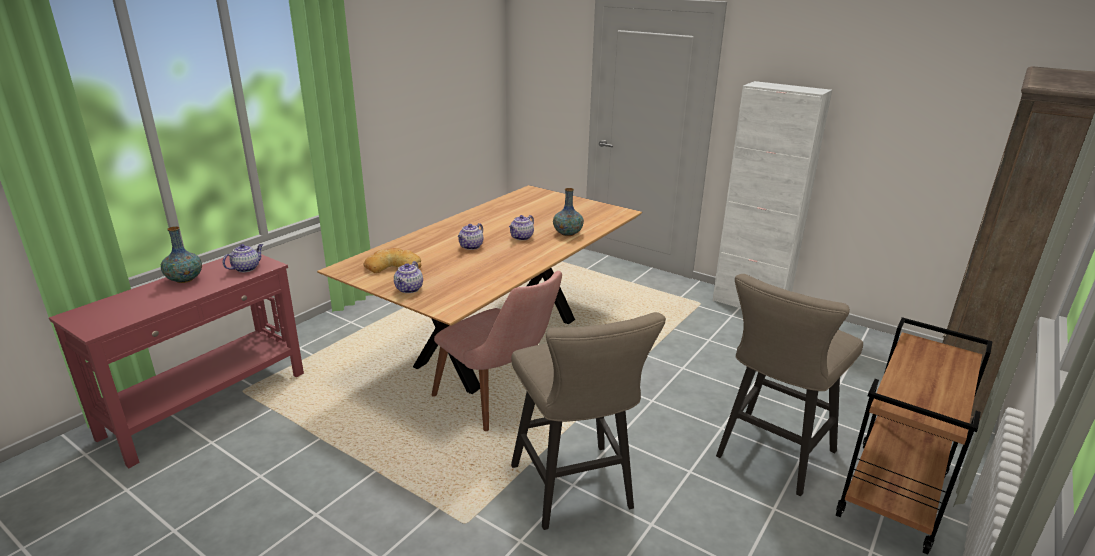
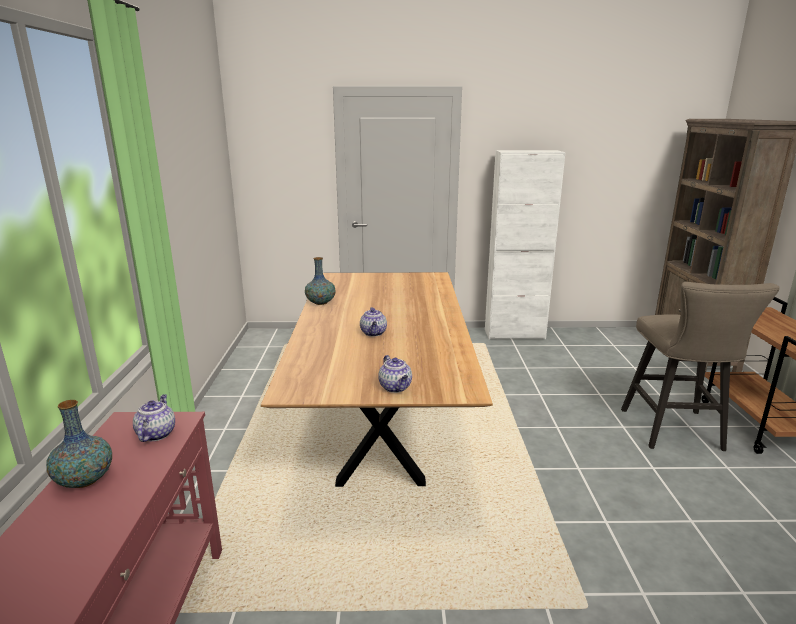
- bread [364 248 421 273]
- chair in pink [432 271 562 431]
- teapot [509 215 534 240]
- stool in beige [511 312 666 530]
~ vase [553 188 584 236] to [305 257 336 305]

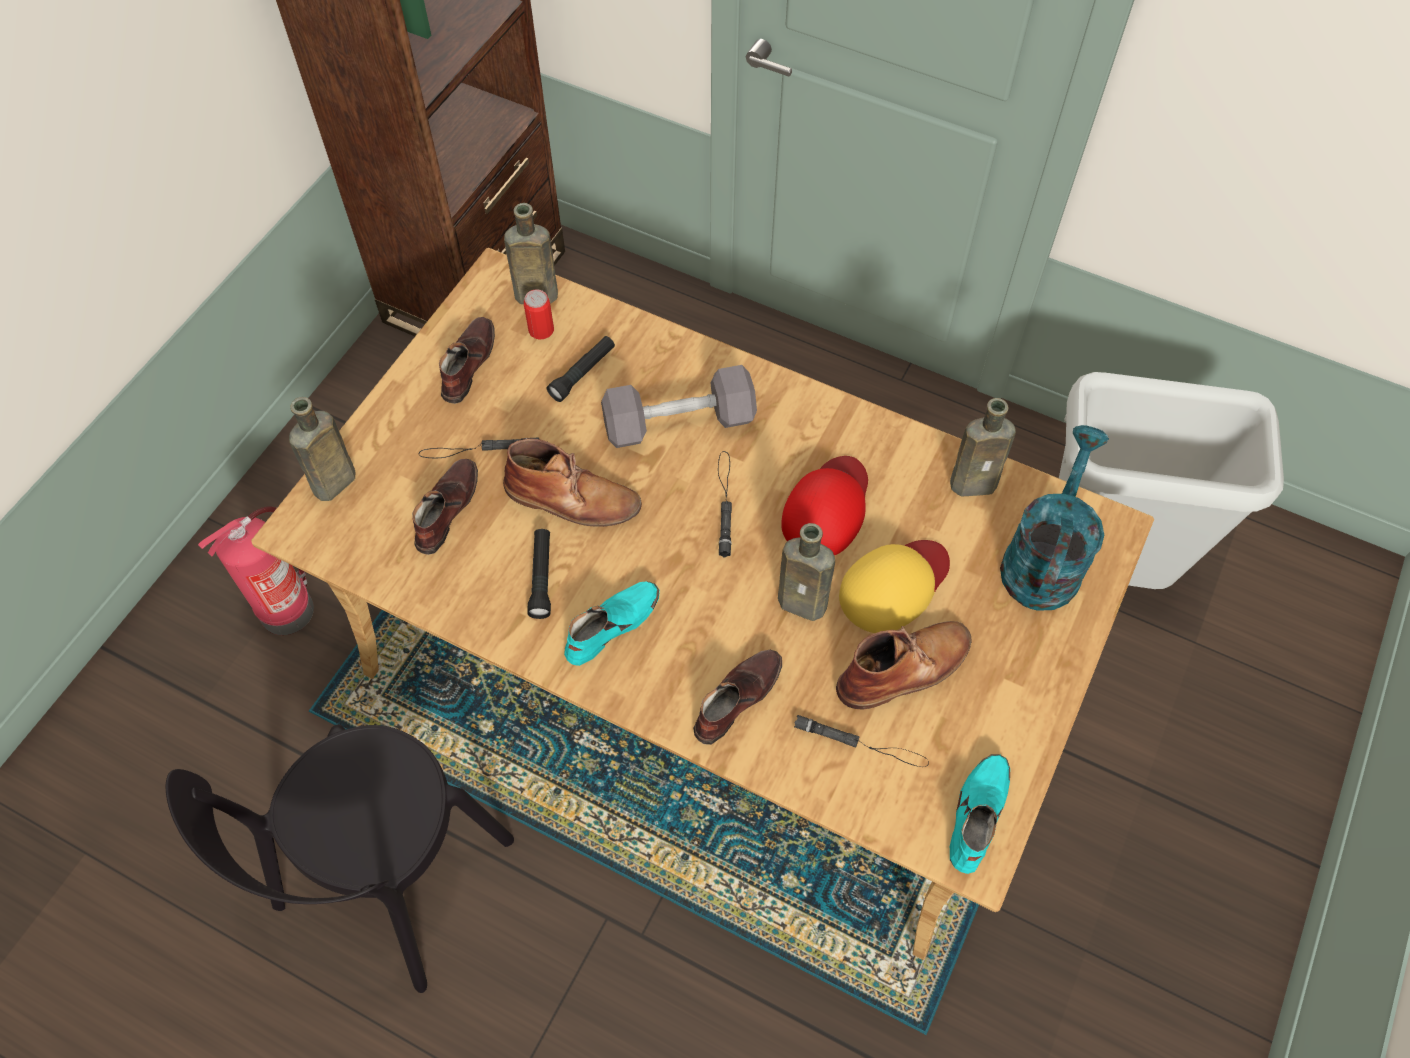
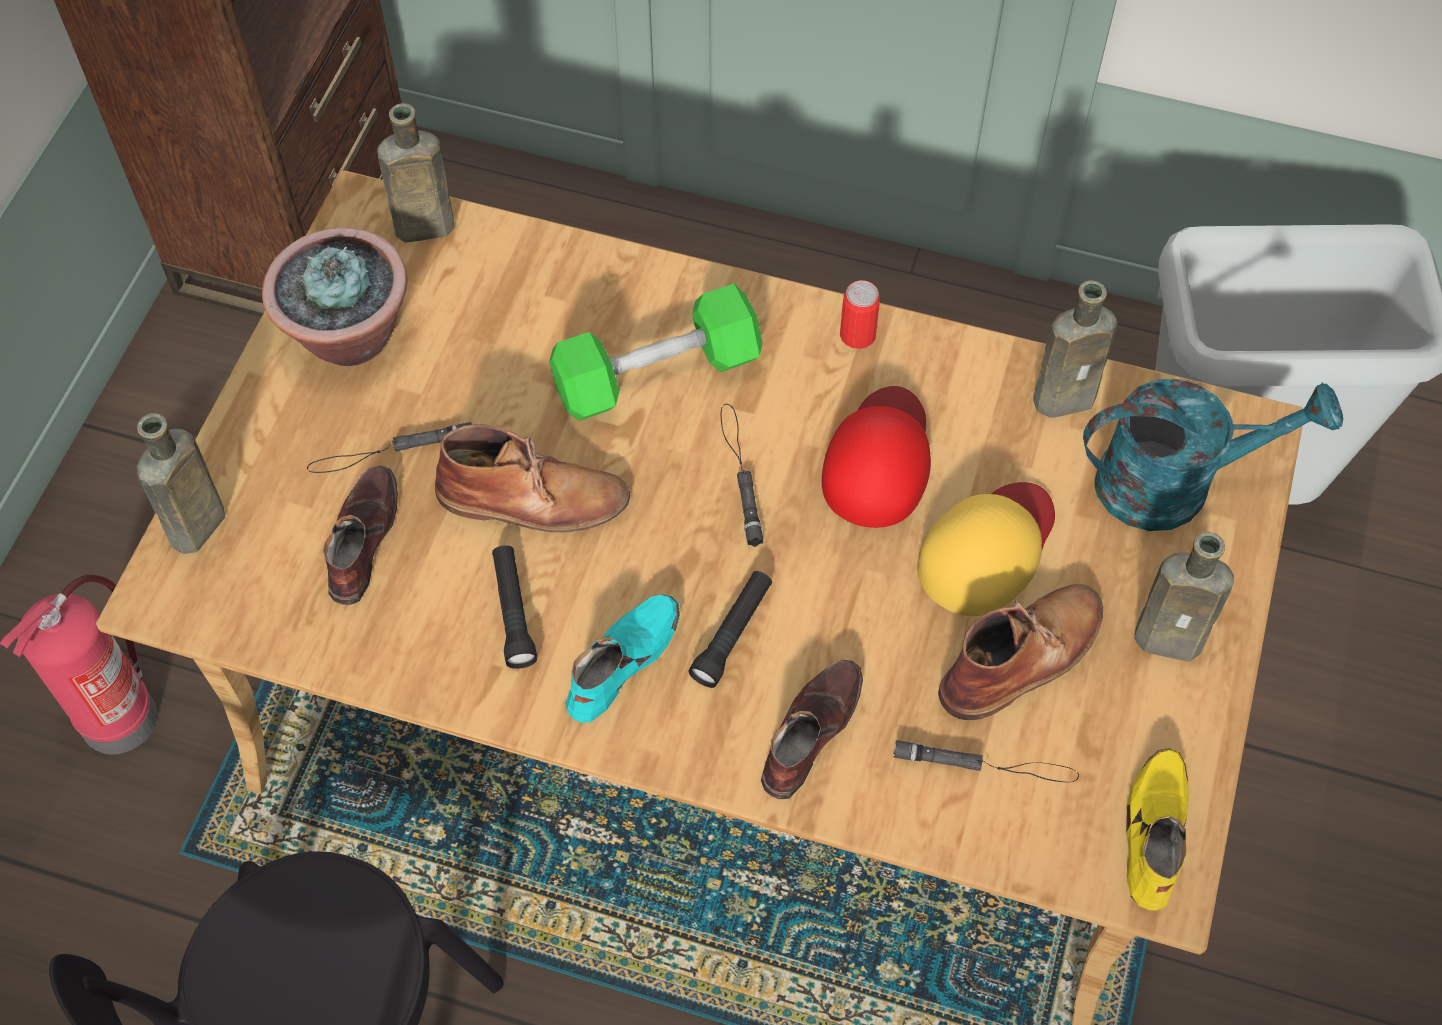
~ shoe in brown [439 317 495 404] to potted plant [262 227 408 366]
~ can [524 289 554 339] to [840 280 880 349]
~ flashlight in black [547 336 615 402] to [688 571 772 688]
~ dumbbell in grey [601 365 757 448] to dumbbell in green [549 284 763 421]
~ bottle in brown [778 523 835 621] to [1134 532 1234 661]
~ shoe in turquoise [950 754 1010 874] to shoe in yellow [1126 748 1189 911]
~ watering can in turquoise [1000 425 1109 611] = [1083 379 1343 531] 75 degrees clockwise

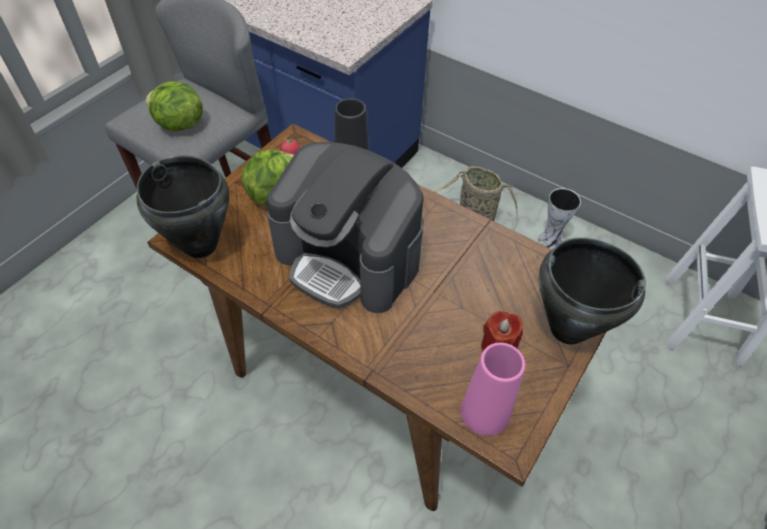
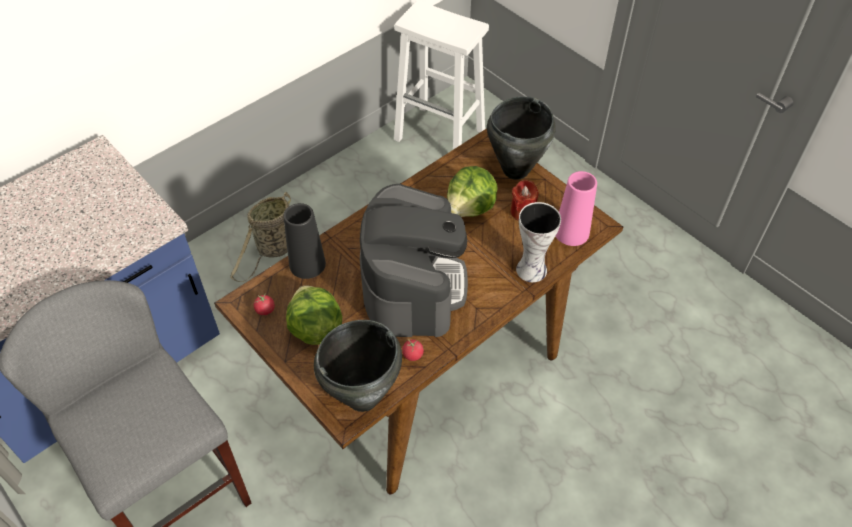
~ lettuce [146 81 203 131] to [447 166 498 217]
~ coffee machine [266 142 423 313] = [360 184 468 337] 45 degrees counterclockwise
~ vase [539 188 581 249] to [516 202 561 282]
+ tomato [402 339 424 361]

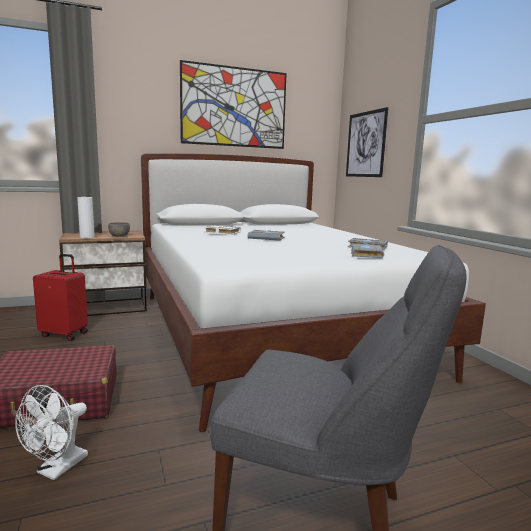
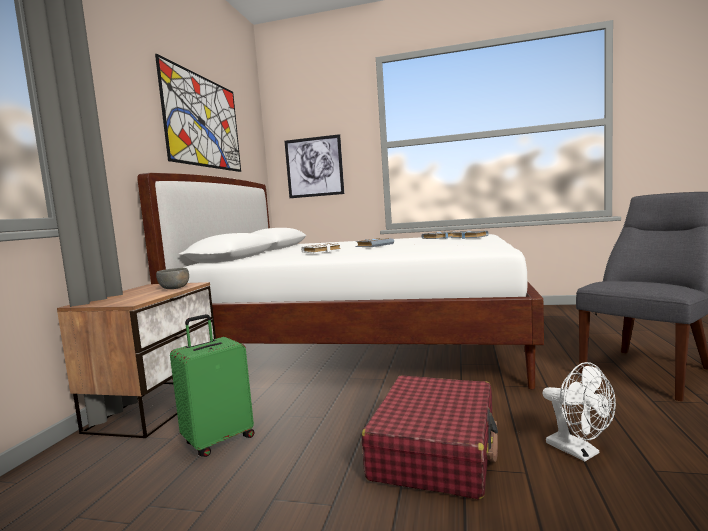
~ suitcase in red [33 254 88 341] to suitcase in green [170 314 255 457]
- vase in white [77 197 95 238]

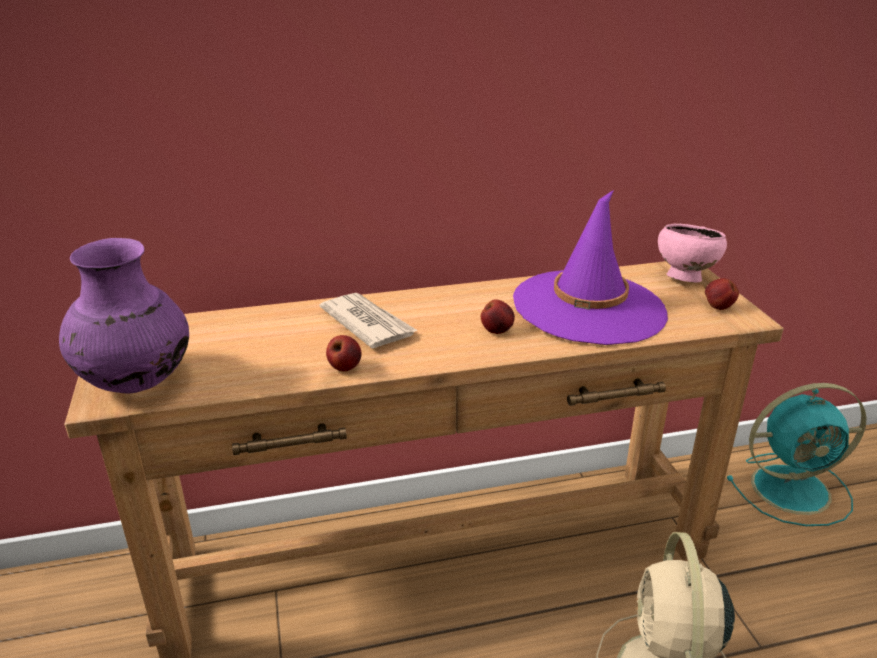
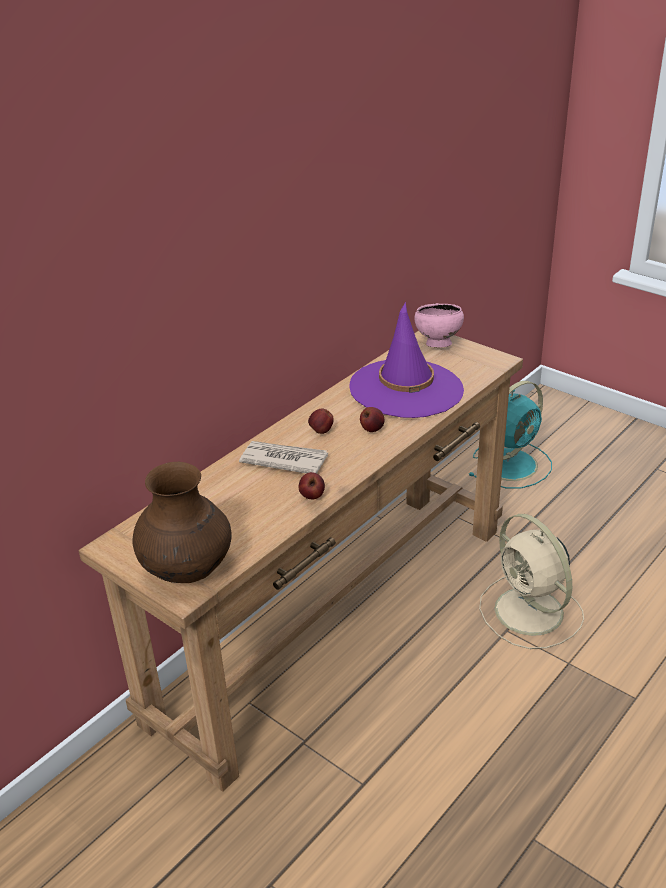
~ vase in purple [59 238 189 394] to vase in brown [132 462 232 583]
~ apple [705 278 739 310] to [308 409 334 434]

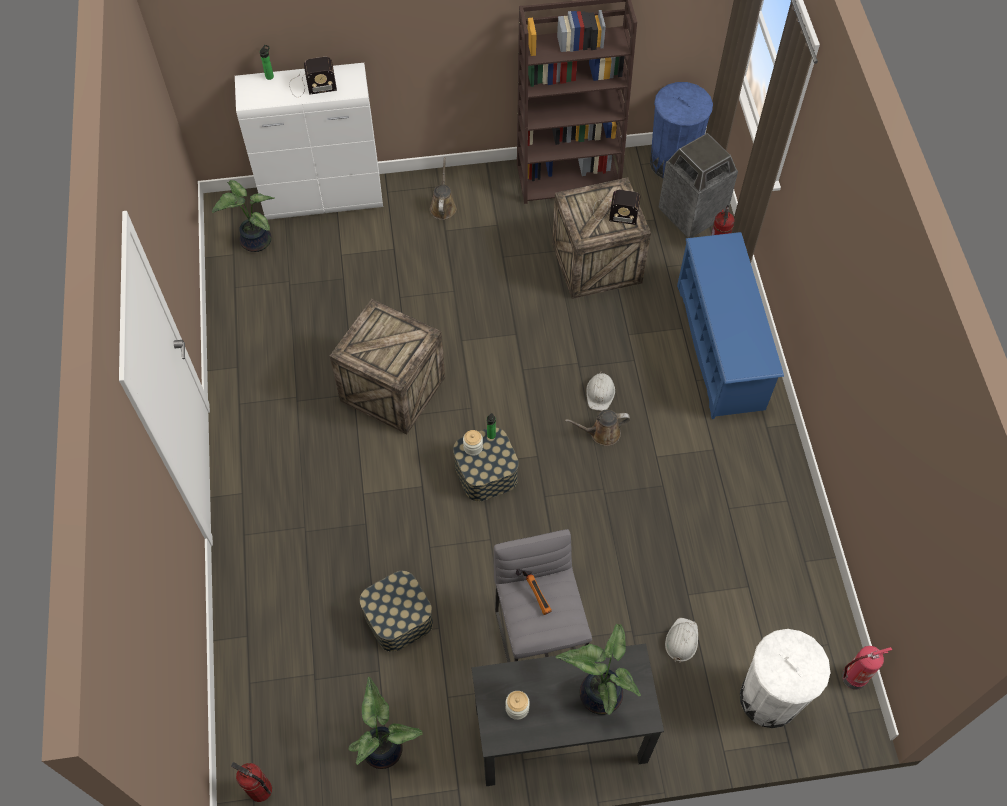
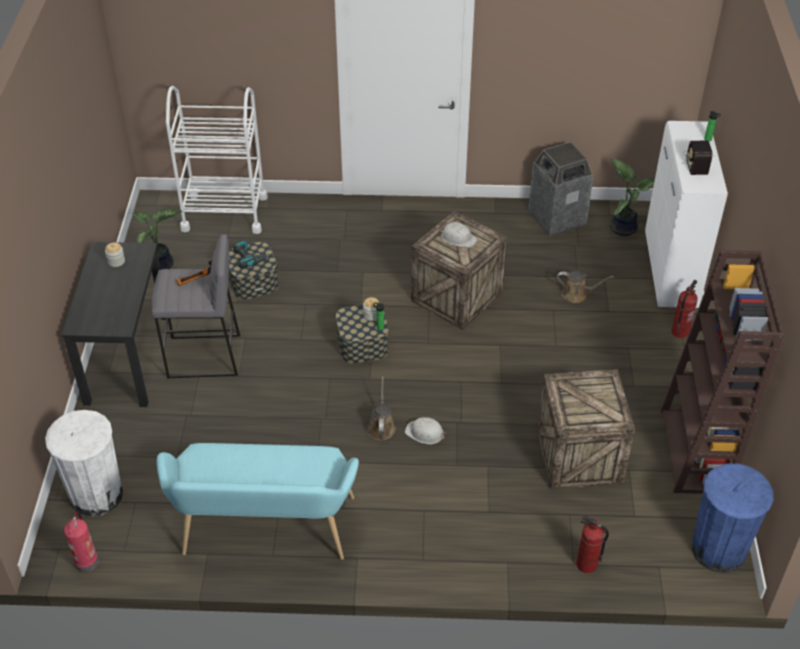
~ fire extinguisher [231 762 272 802] to [671 280 698 338]
~ watering can in brown [430 157 456 220] to [557 270 614 303]
- potted plant [556 624 641 715]
- radio [593 190 640 225]
~ trash can [658 133 738 238] to [528 142 594 236]
~ hard hat in white [665 618 698 663] to [440 222 477 248]
- shoe rack in blue [677 232 784 419]
+ bench in turquoise [157 443 359 560]
+ cart in white [166 86 268 234]
+ power drill [233 241 269 269]

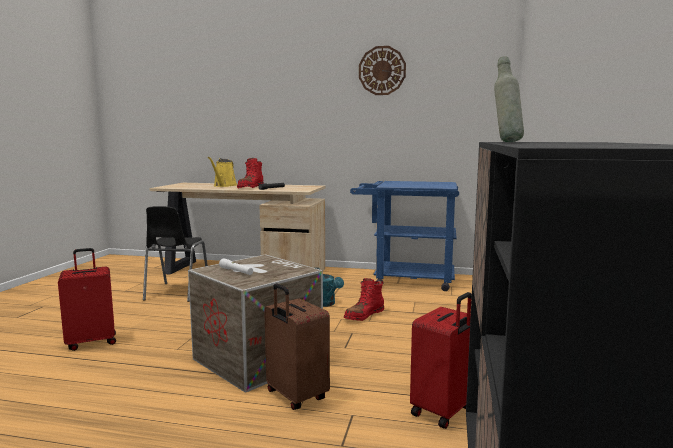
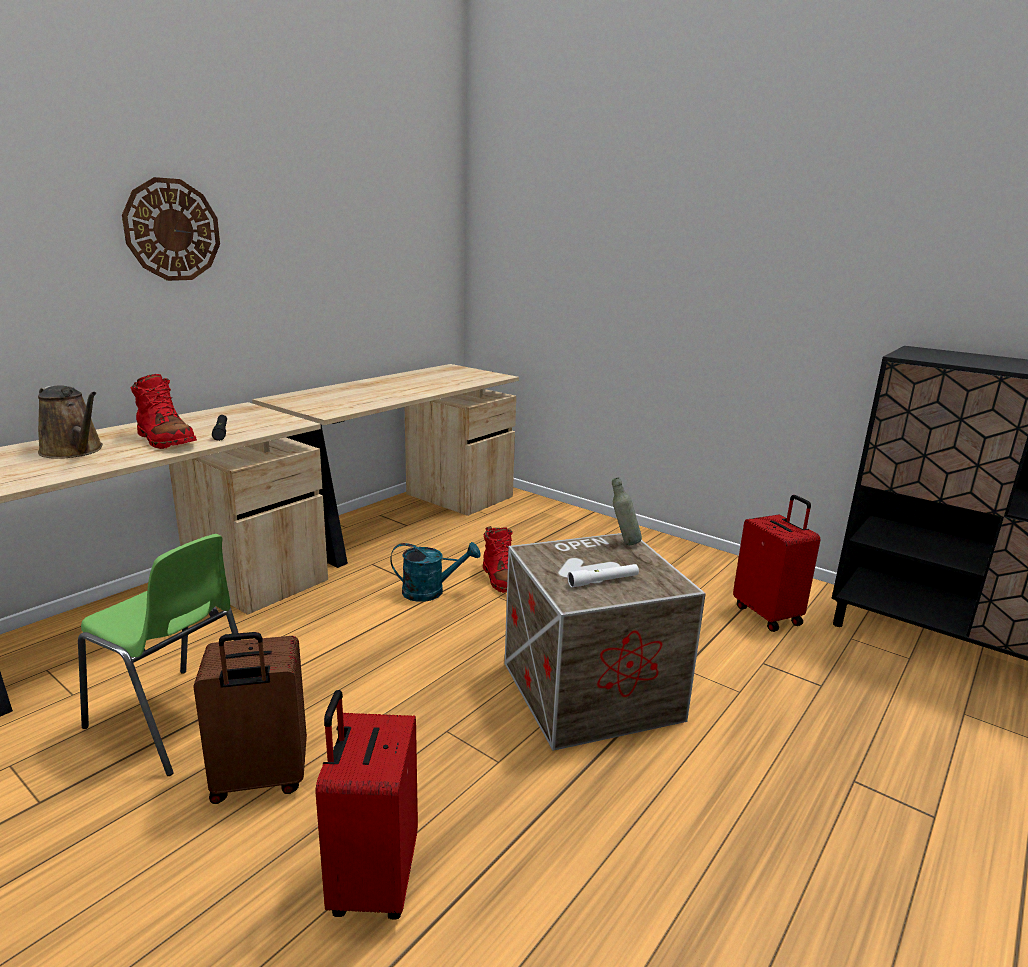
~ chair in black [143 206 208 302] to chair in green [78 534 238 776]
~ watering can in yellow [208 157 237 187] to watering can in brown [38 385 103 459]
~ suitcase in brown [264 284 330 410] to [193 632 307 804]
~ cart in blue [350 181 459 291] to desk in beige [252 364 519 568]
~ wall clock [359 46 406 95] to [122 177 220 281]
~ bottle in grey [494 56 524 142] to [612 477 642 545]

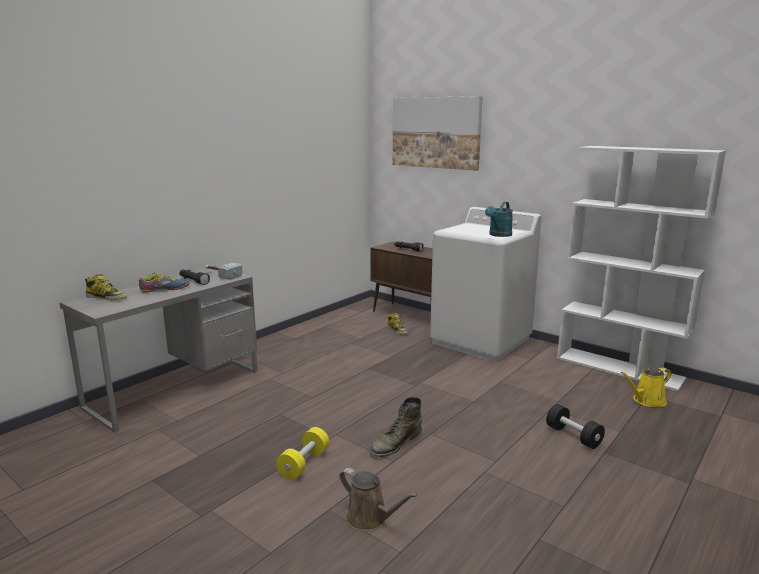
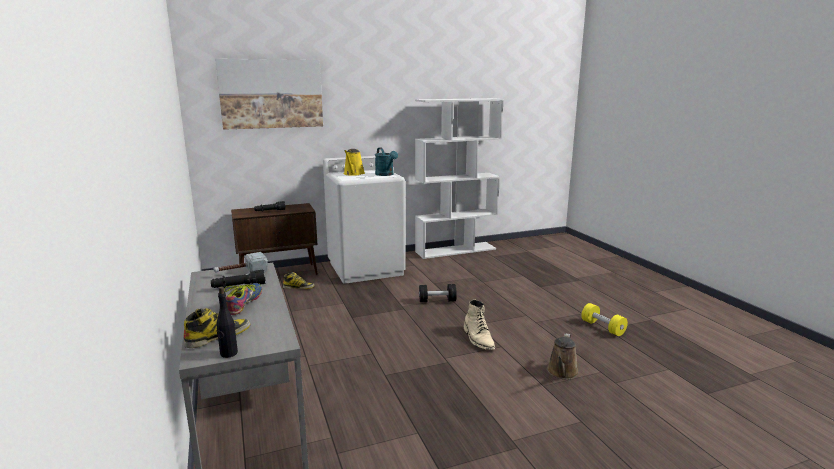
~ dumbbell in yellow [276 427 329 480] to [581 303 628 336]
~ watering can in brown [339 468 417 531] = [547 333 579 380] 135 degrees clockwise
~ boot in green [369 397 422 457] to boot in beige [464 300 495 350]
~ dumbbell in black [546 404 605 449] to [419 284 457 302]
~ watering can in yellow [621 367 672 407] to [344 149 365 176]
+ bottle in black [216 287 238 358]

